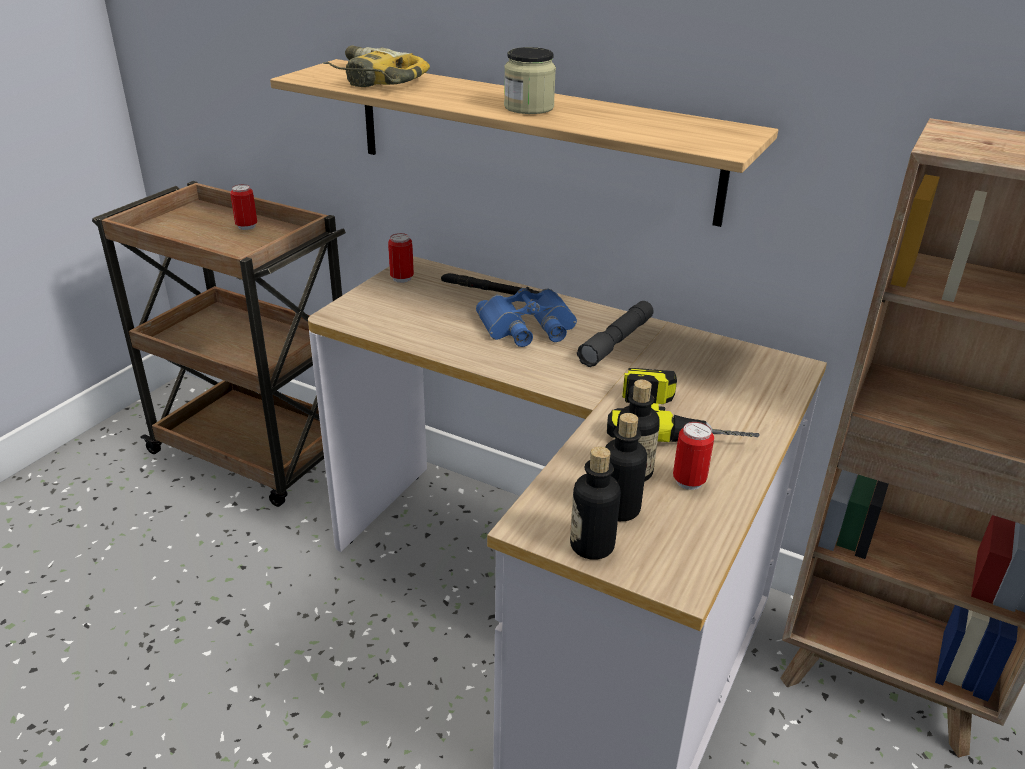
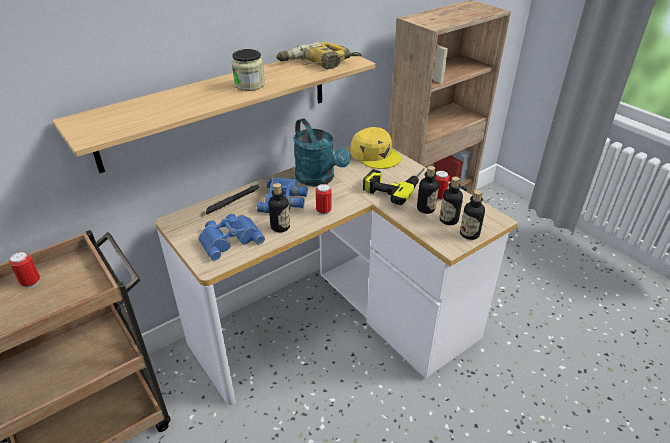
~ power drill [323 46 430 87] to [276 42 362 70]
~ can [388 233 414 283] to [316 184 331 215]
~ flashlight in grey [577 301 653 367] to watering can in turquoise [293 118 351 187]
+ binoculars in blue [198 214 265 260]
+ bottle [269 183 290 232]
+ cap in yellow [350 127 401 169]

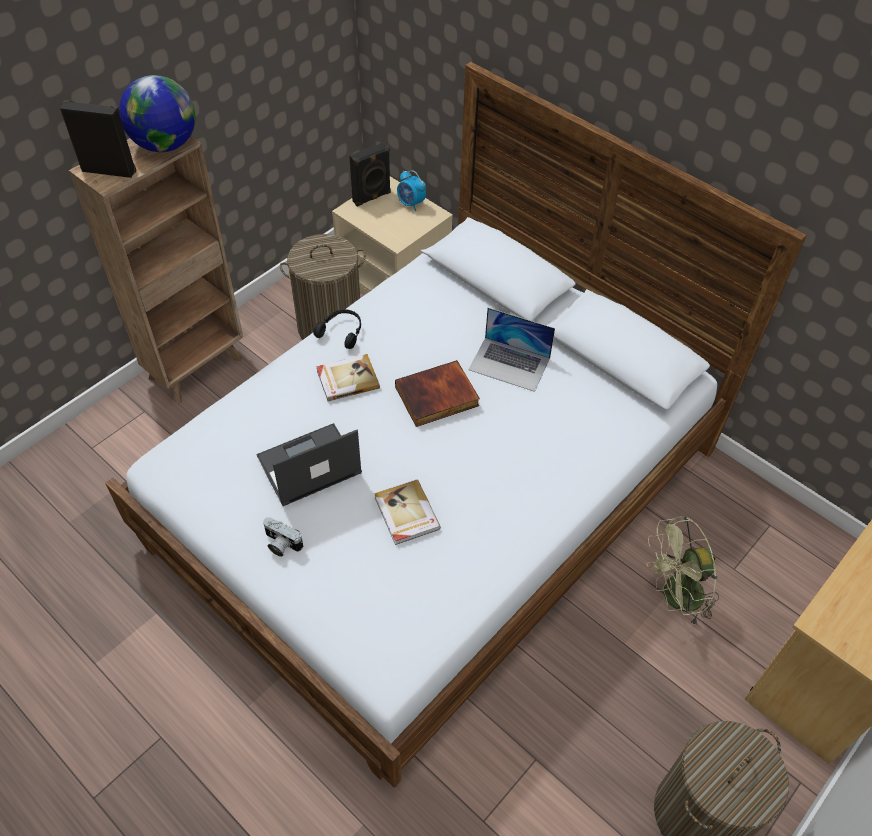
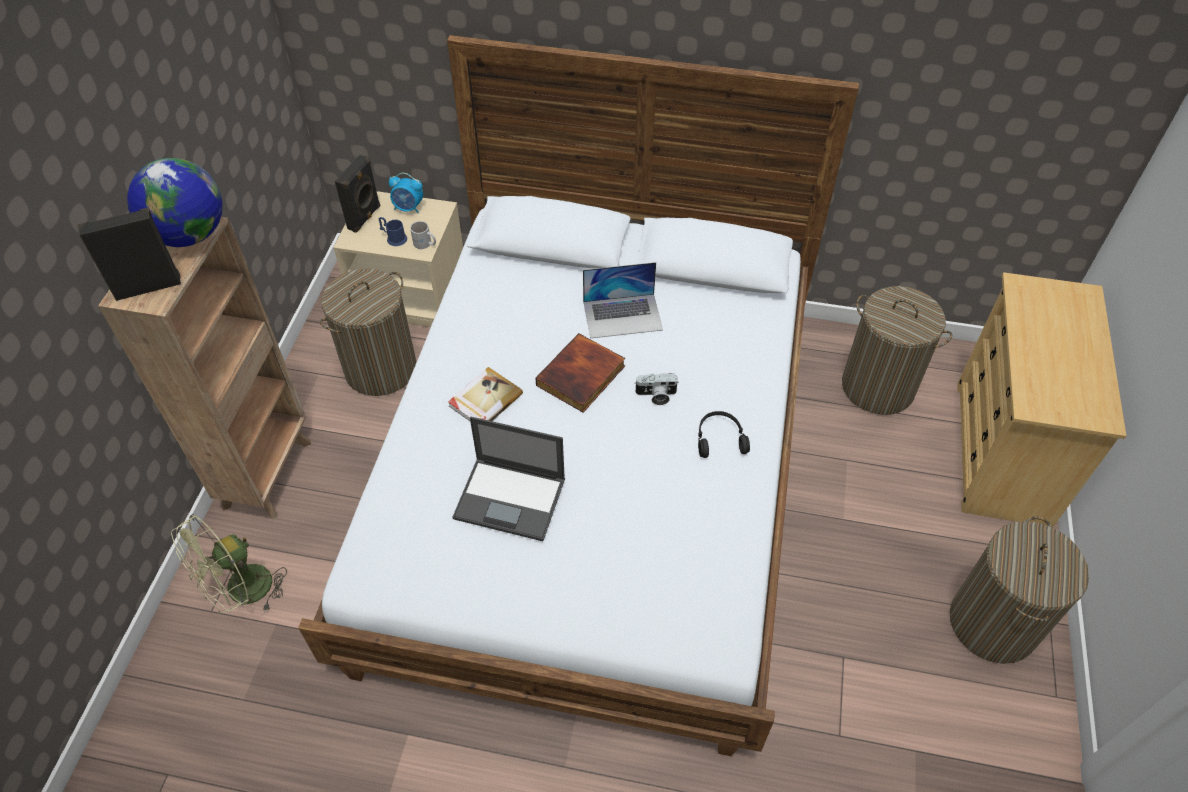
~ laptop [256 423 362 506] = [452 417 565 541] 105 degrees counterclockwise
~ photo camera [263 517 303 557] to [634 373 679 405]
~ headphones in black [313 309 361 349] to [698 411 750 458]
- book [374 479 441 545]
~ fan in green [646 516 719 627] to [171 514 287 613]
+ mug in blue [379 217 407 246]
+ mug in white [410 221 436 249]
+ laundry basket [842 286 953 415]

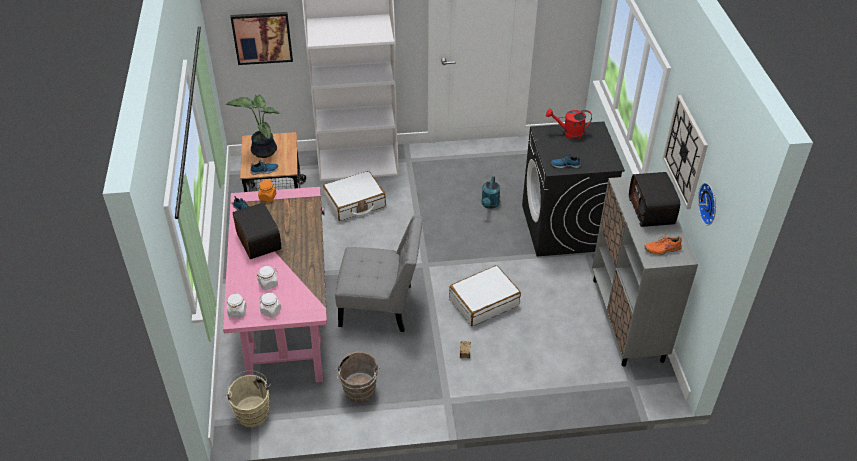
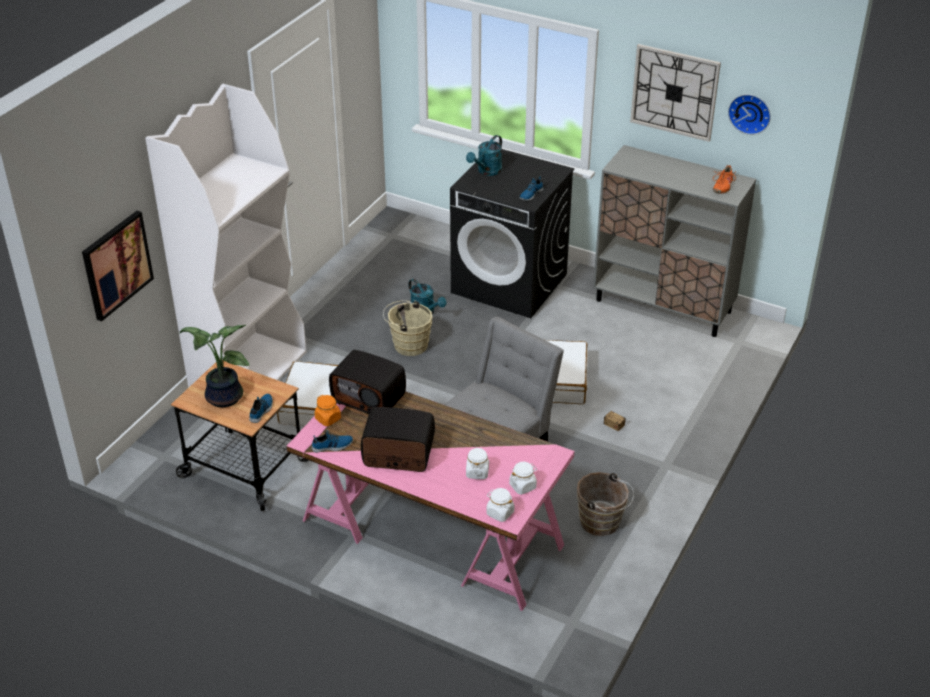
~ bucket in beige [225 370 271 427] to [383 300 432 356]
~ watering can in red [546 109 592 140] to watering can in turquoise [466 135 502 176]
~ radio [629 172 680 227] to [329 350 406 414]

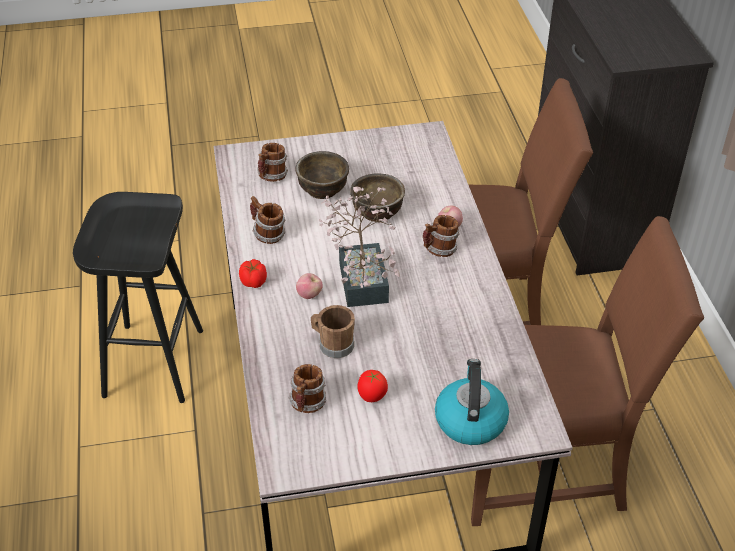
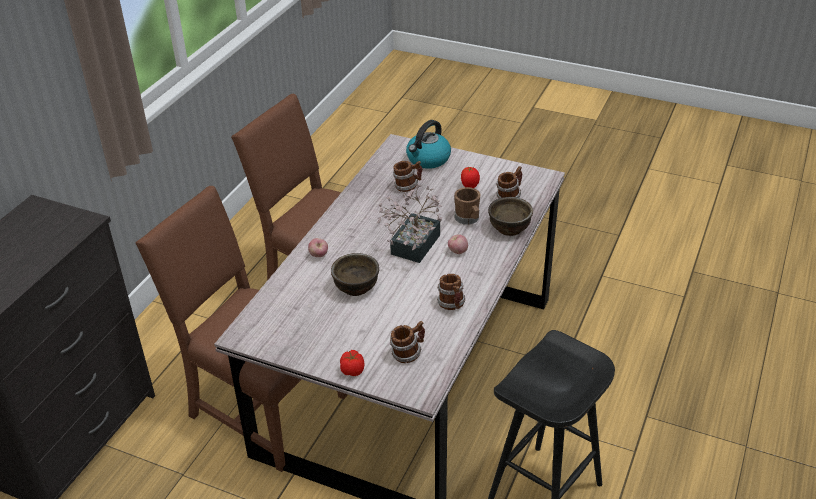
~ tomato [239 259 267 288] to [340 350 364 376]
~ bowl in brown [295 151 349 199] to [488 197 533 236]
~ mug [423 215 459 257] to [393 161 422 192]

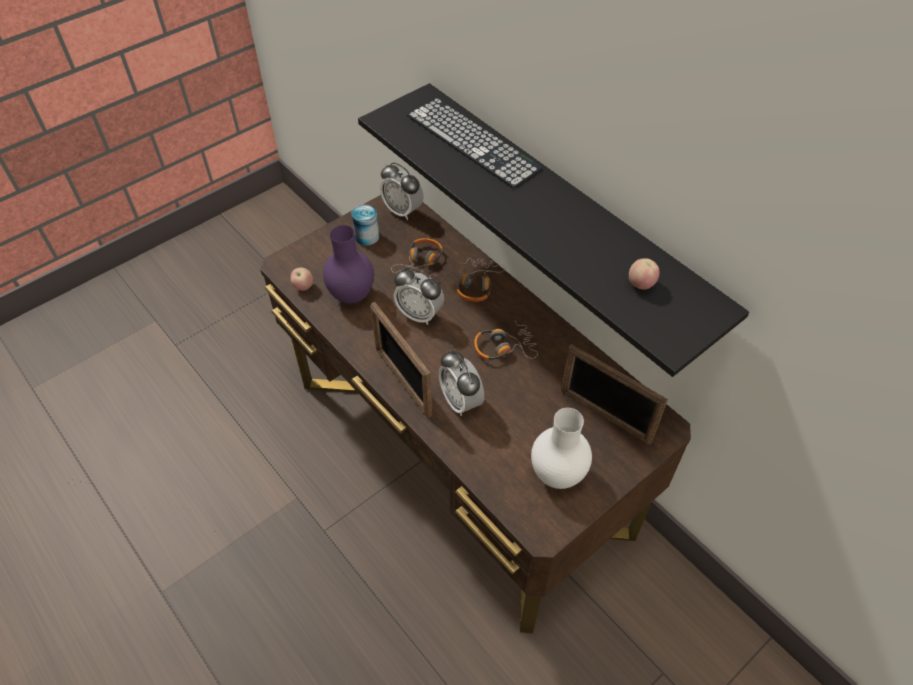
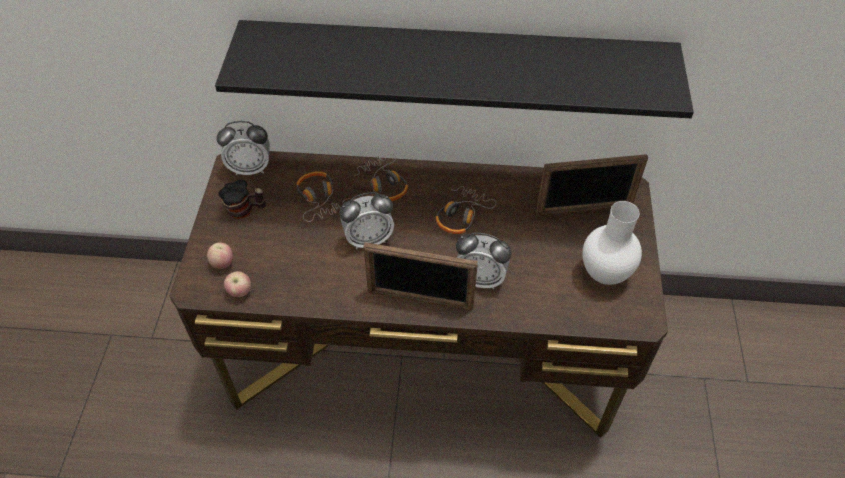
- vase in purple [323 225 374 304]
~ can [352 204 379 246] to mug [218 180 266 219]
- keyboard [407 98 543 188]
~ apple [629 258 660 290] to [207 242 233 269]

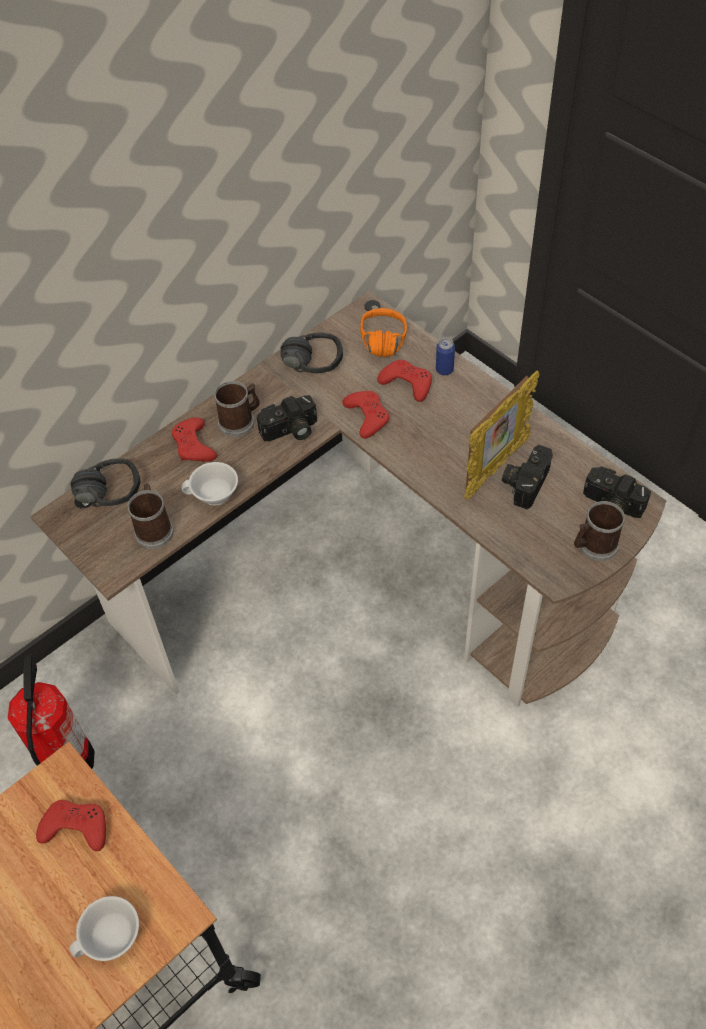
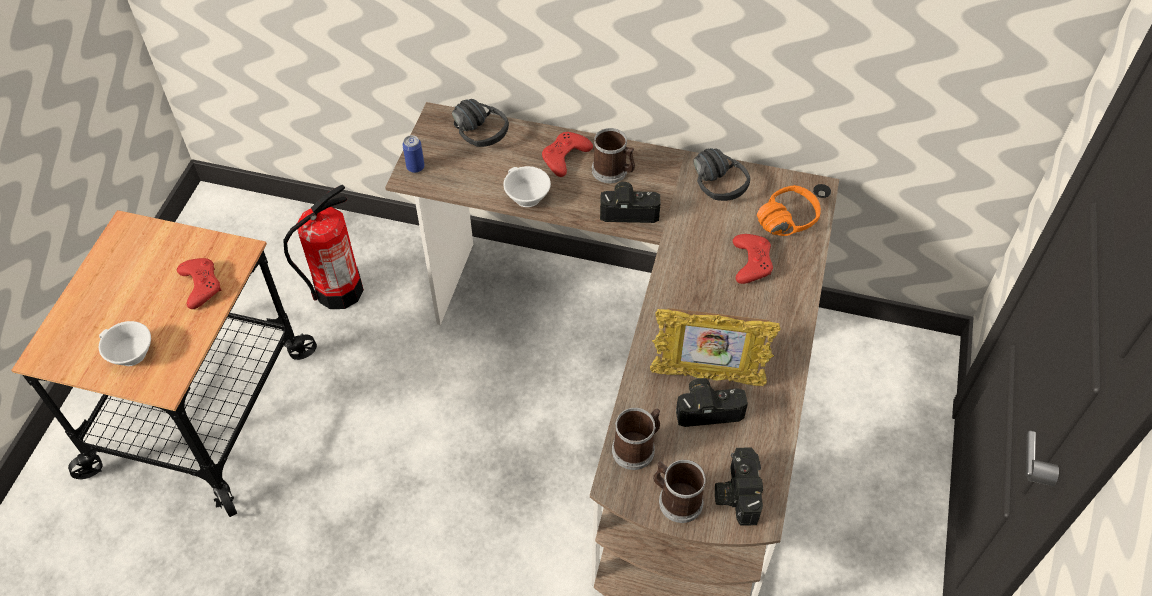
~ mug [127 483 174 549] to [612 408 660 470]
~ photo camera [257 395 317 441] = [600 182 661 223] 150 degrees clockwise
- game controller in red [342 391 389 439]
~ can [436 338 455 375] to [402 135 425 173]

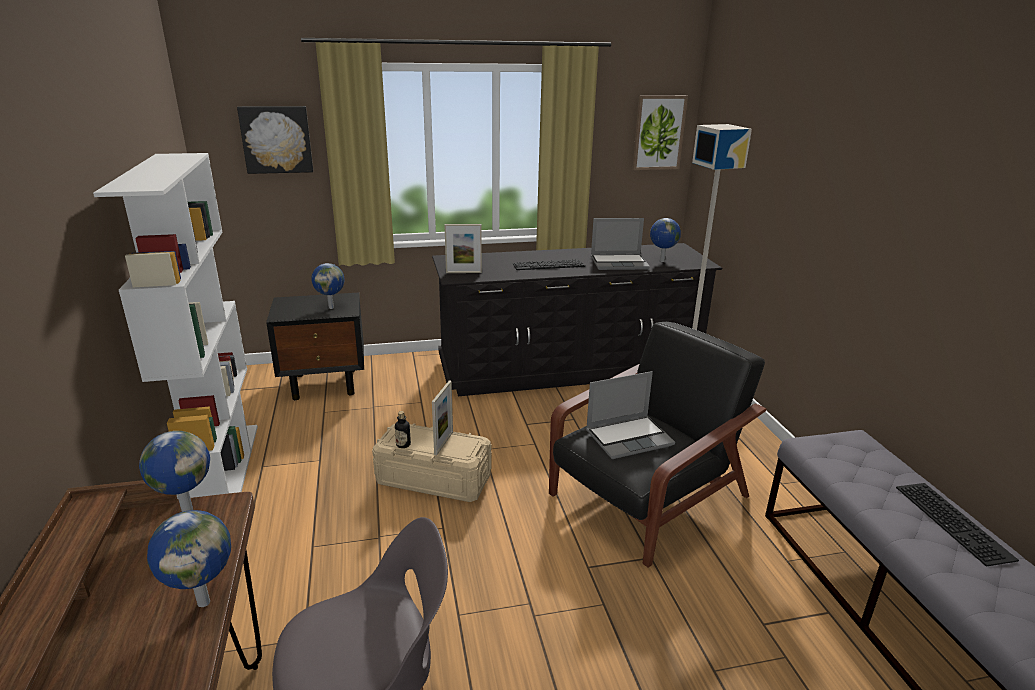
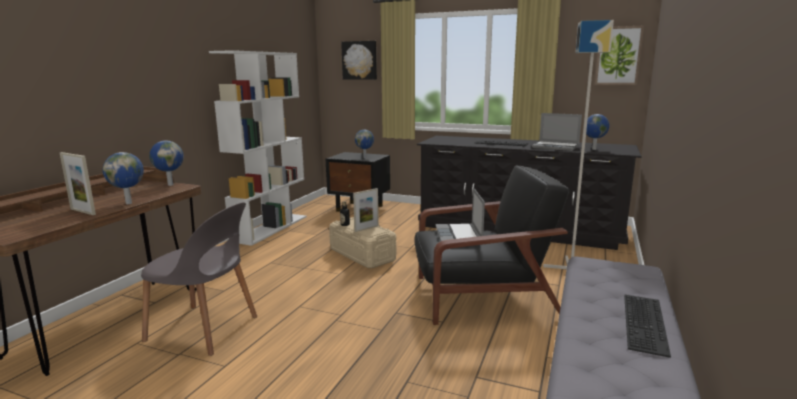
~ picture frame [444 224 482 273] to [60 152 96 215]
~ laptop [586 371 675 459] = [435 188 485 241] 75 degrees clockwise

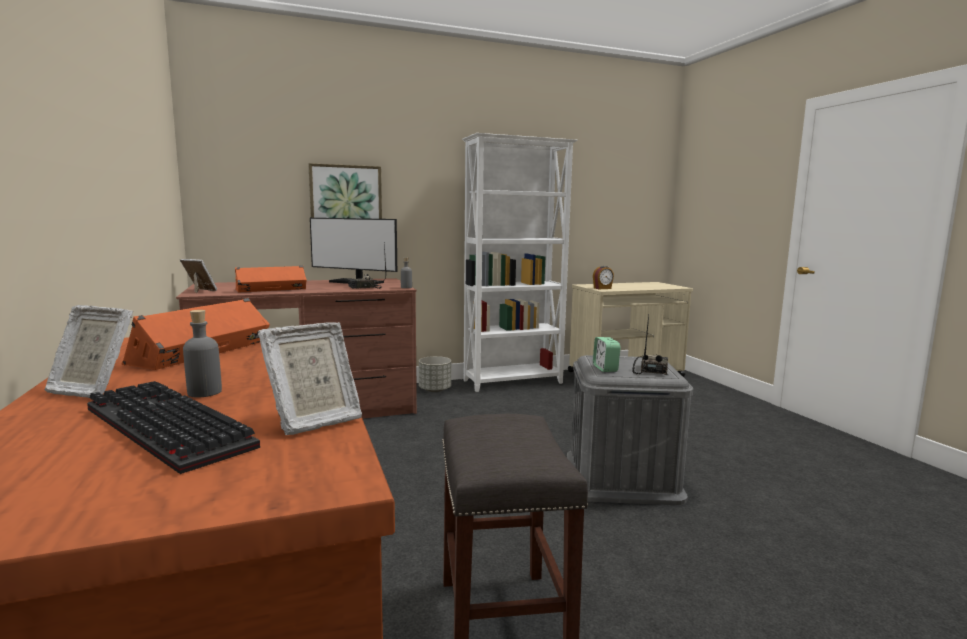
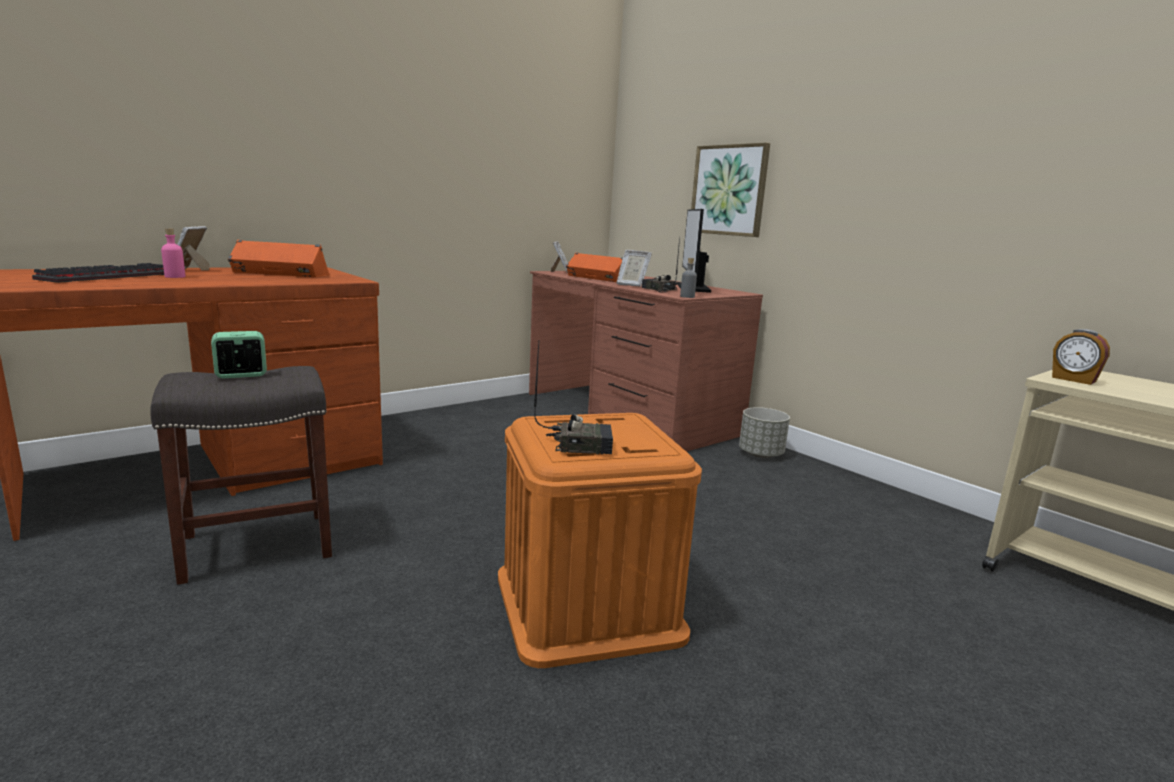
~ bottle in grey [183 310 222 398] to bottle in pink [161 228 186 278]
~ picture frame [258 322 362 435] to [616 250 652 287]
- bookcase in white [462 133 578 392]
~ storage box in grey [567 355 693 505] to storage box in orange [498 413 702 668]
~ alarm clock [593 337 621 372] to [211 331 267 379]

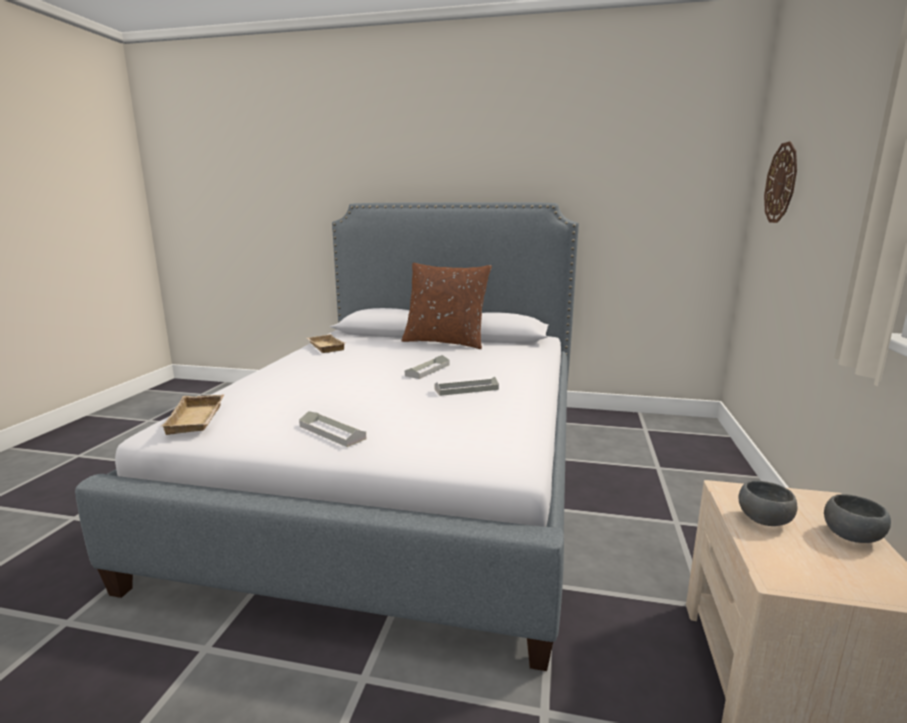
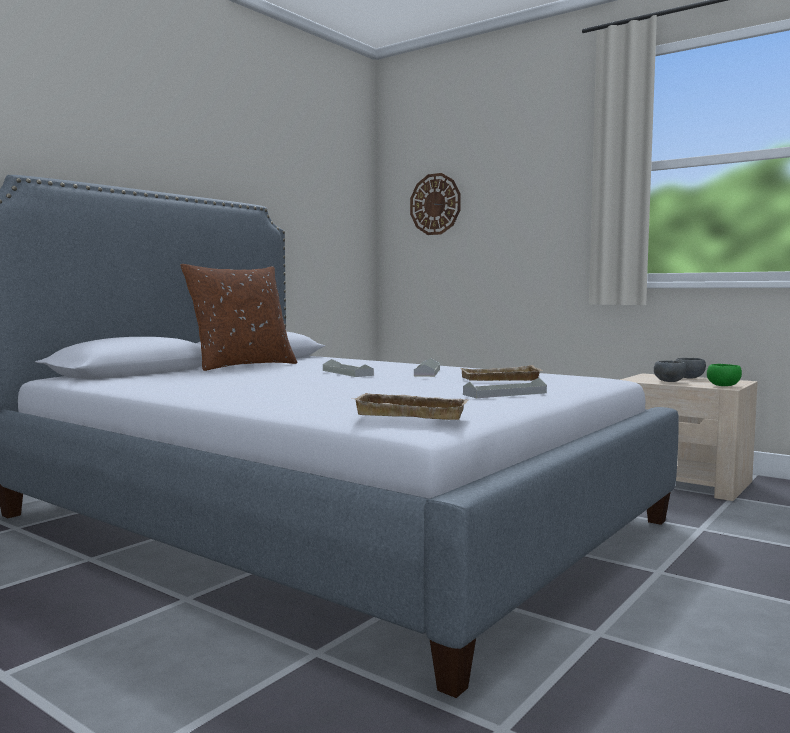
~ tray in beige [306 334 345 353] to [461 365 543 381]
+ bowl in green [707 364 742 386]

